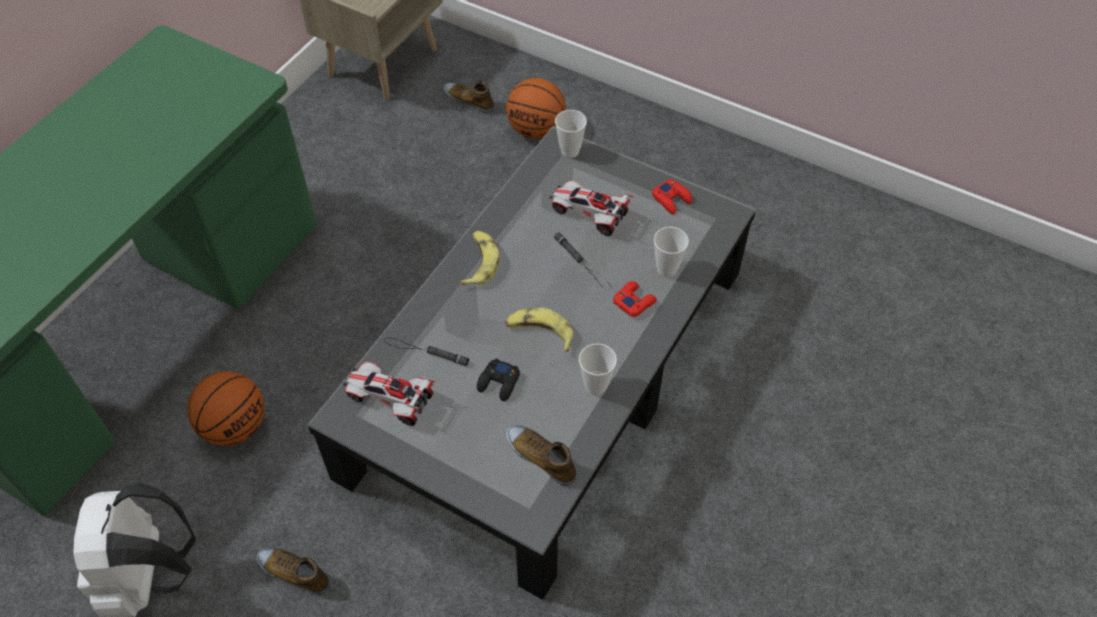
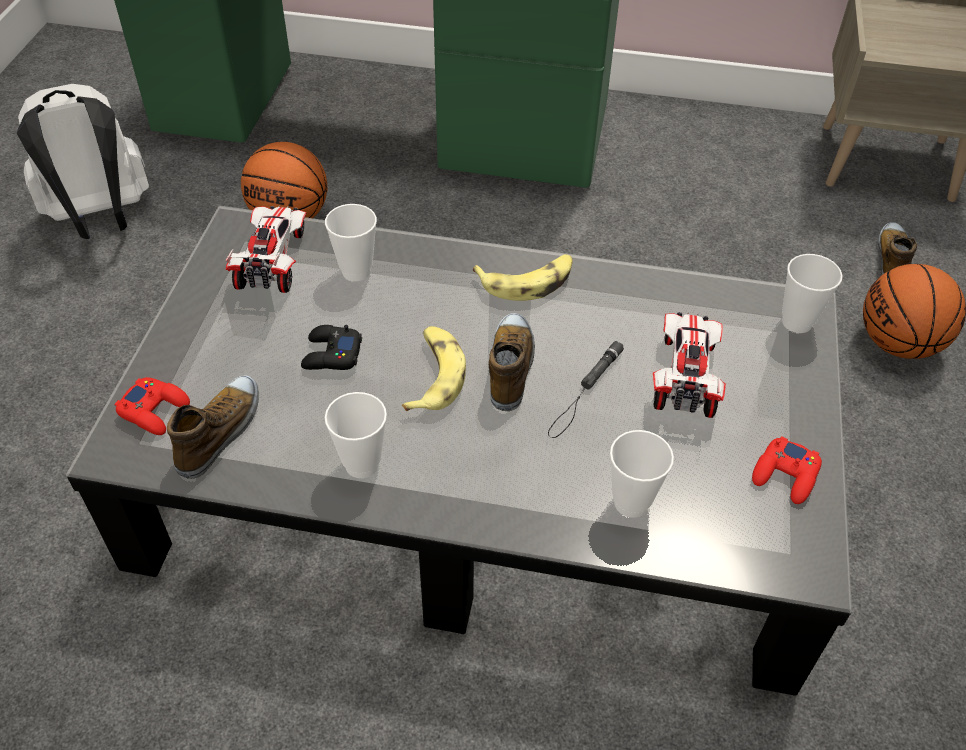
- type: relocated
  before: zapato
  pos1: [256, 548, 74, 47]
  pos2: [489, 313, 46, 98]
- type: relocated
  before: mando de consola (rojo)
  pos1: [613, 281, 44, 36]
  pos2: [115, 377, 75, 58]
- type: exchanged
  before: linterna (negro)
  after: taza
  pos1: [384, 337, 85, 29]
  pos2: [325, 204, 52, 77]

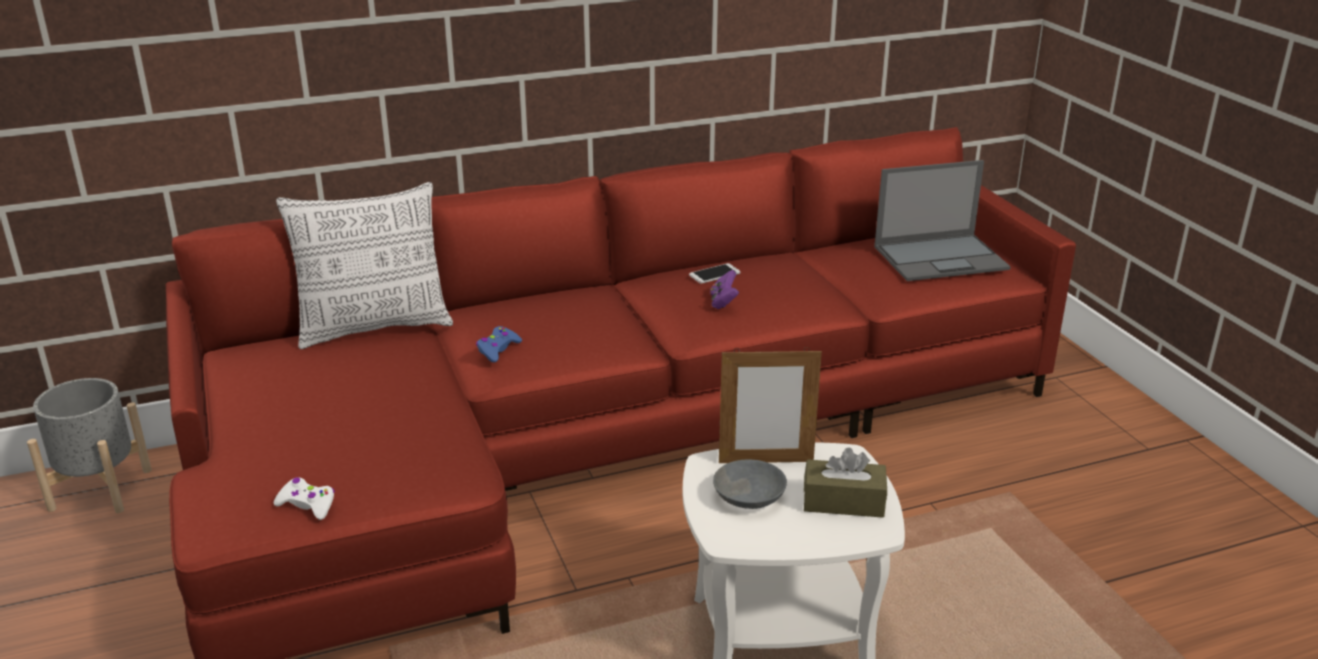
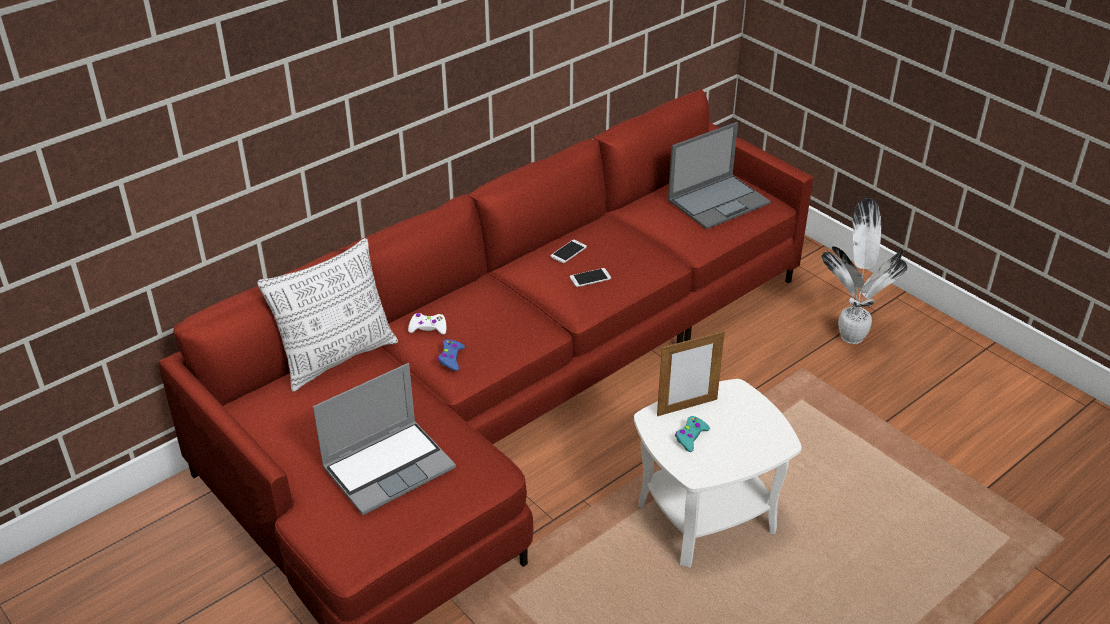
- type: missing
  before: maceta (gris)
  pos1: [27, 378, 125, 135]
- type: missing
  before: caja de pañuelos (marrón)
  pos1: [804, 448, 83, 70]
- type: appeared
  after: portátil
  pos2: [313, 363, 143, 152]
- type: appeared
  after: planta en maceta
  pos2: [821, 198, 86, 146]
- type: relocated
  before: mando de consola (blanco)
  pos1: [274, 477, 61, 43]
  pos2: [408, 313, 38, 22]
- type: exchanged
  before: mando de consola (morado)
  after: móvil
  pos1: [710, 270, 29, 39]
  pos2: [570, 268, 41, 19]
- type: exchanged
  before: cuenco (gris)
  after: mando de consola (turquesa)
  pos1: [713, 459, 74, 50]
  pos2: [675, 416, 35, 36]

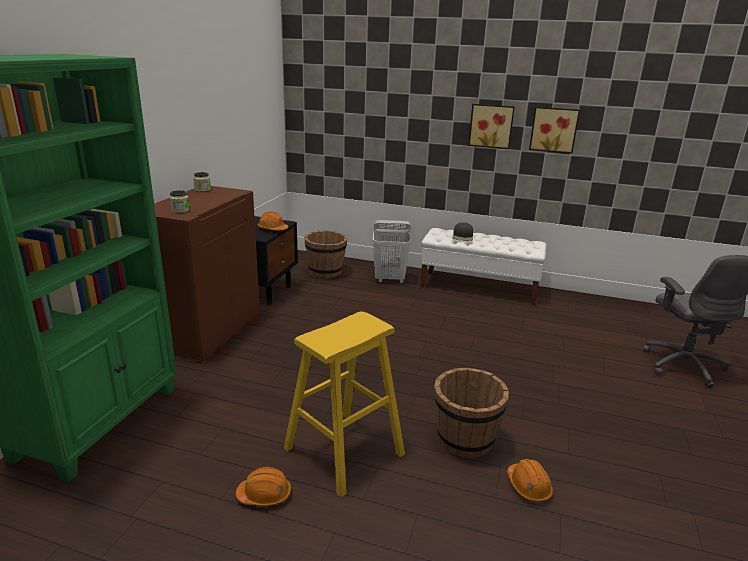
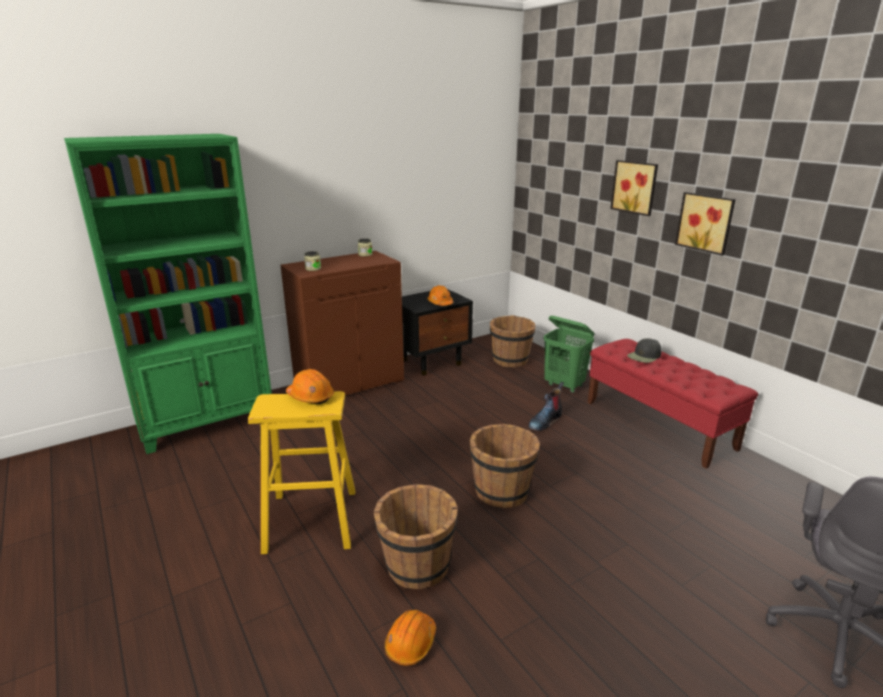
- type: appeared
  after: cubo (marrón)
  pos2: [470, 424, 70, 84]
- type: appeared
  after: bota
  pos2: [529, 382, 35, 49]
- type: relocated
  before: casco (naranja)
  pos1: [236, 467, 55, 39]
  pos2: [286, 369, 48, 36]
- type: relocated
  before: cuadro
  pos1: [529, 107, 51, 47]
  pos2: [610, 160, 48, 56]
- type: colour
  before: cesto de la ropa (blanco)
  after: cesto de la ropa (verde)
  pos1: [373, 220, 38, 63]
  pos2: [543, 316, 52, 77]
- type: colour
  before: banco (blanco)
  after: banco (rojo)
  pos1: [420, 228, 126, 77]
  pos2: [588, 339, 170, 130]

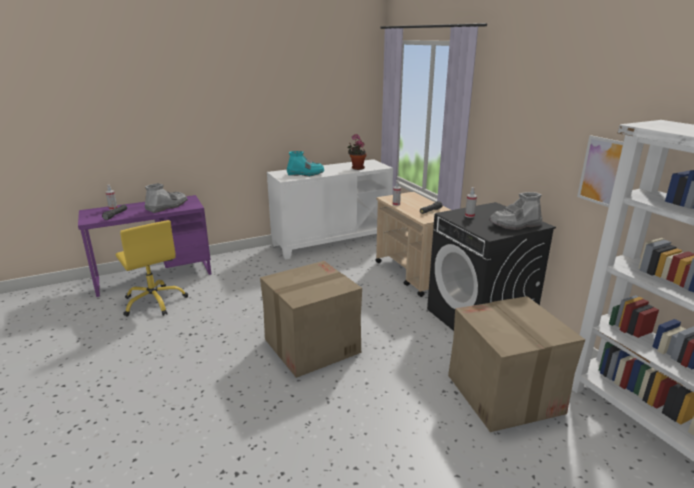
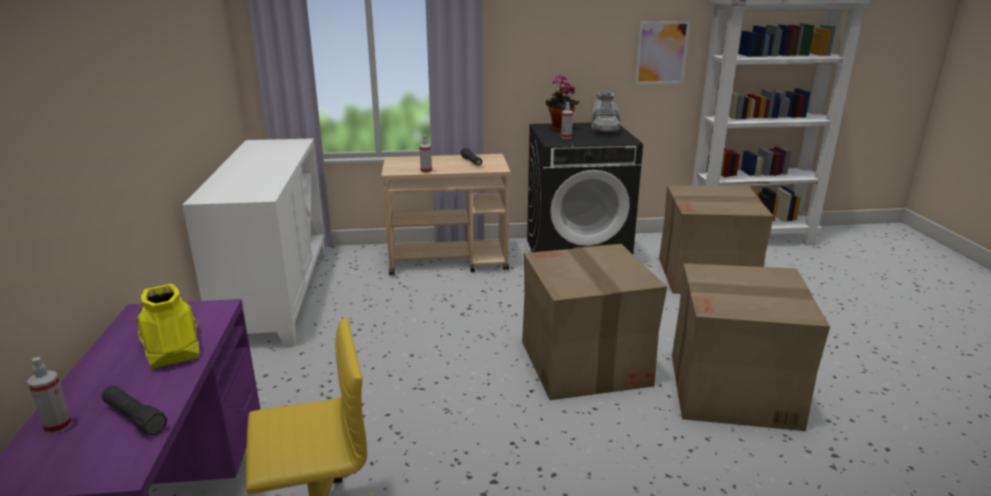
- type: missing
  before: bota (turquesa)
  pos1: [287, 151, 37, 25]
- type: appeared
  after: caja de cartón
  pos2: [672, 263, 158, 168]
- type: relocated
  before: planta en maceta
  pos1: [347, 134, 20, 36]
  pos2: [546, 75, 34, 57]
- type: colour
  before: bota (gris)
  after: bota (amarillo)
  pos1: [144, 183, 44, 30]
  pos2: [135, 284, 64, 86]

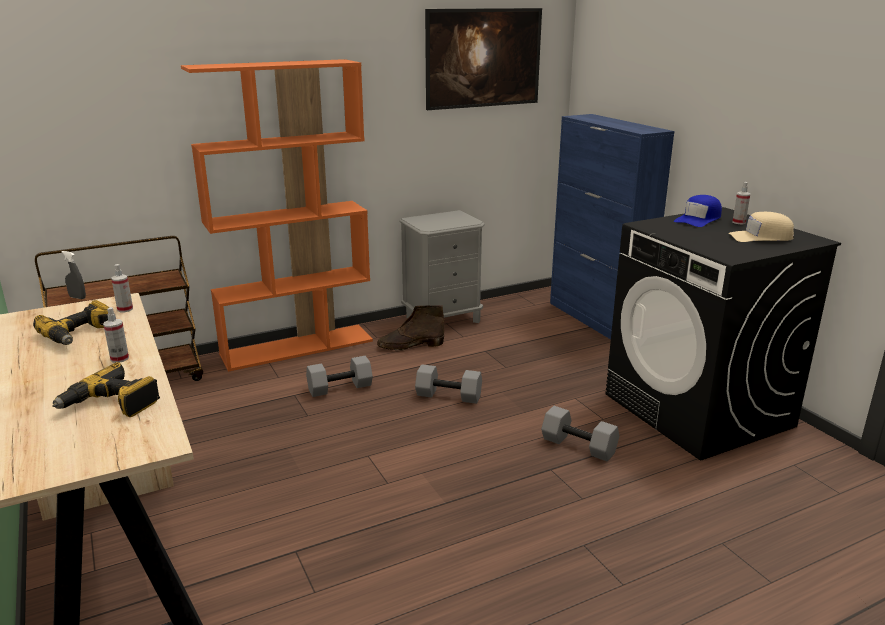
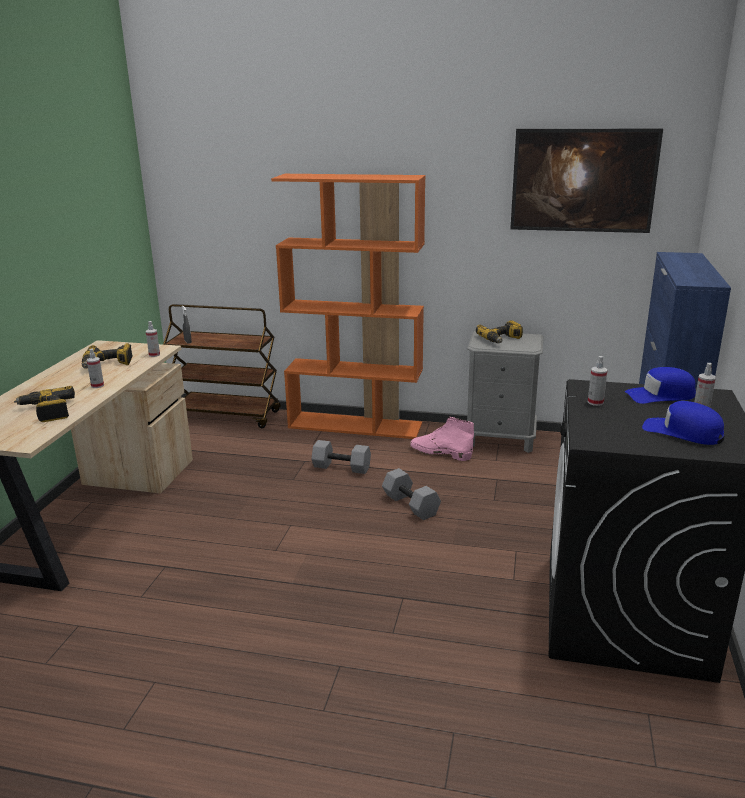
- type: missing
  before: mancuerna (gris)
  pos1: [541, 406, 78, 55]
- type: appeared
  after: taladro
  pos2: [476, 320, 47, 23]
- type: appeared
  after: pulverizador
  pos2: [588, 356, 19, 50]
- type: colour
  before: bota (marrón)
  after: bota (rosa)
  pos1: [377, 305, 67, 45]
  pos2: [410, 417, 64, 44]
- type: colour
  before: gorra (beis)
  after: gorra (azul)
  pos1: [728, 212, 66, 30]
  pos2: [642, 401, 83, 44]

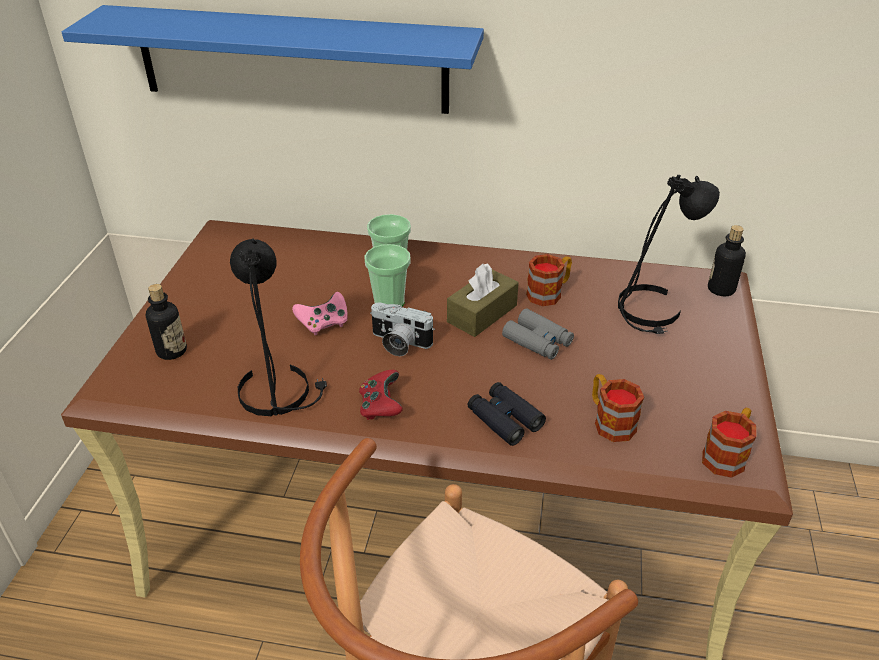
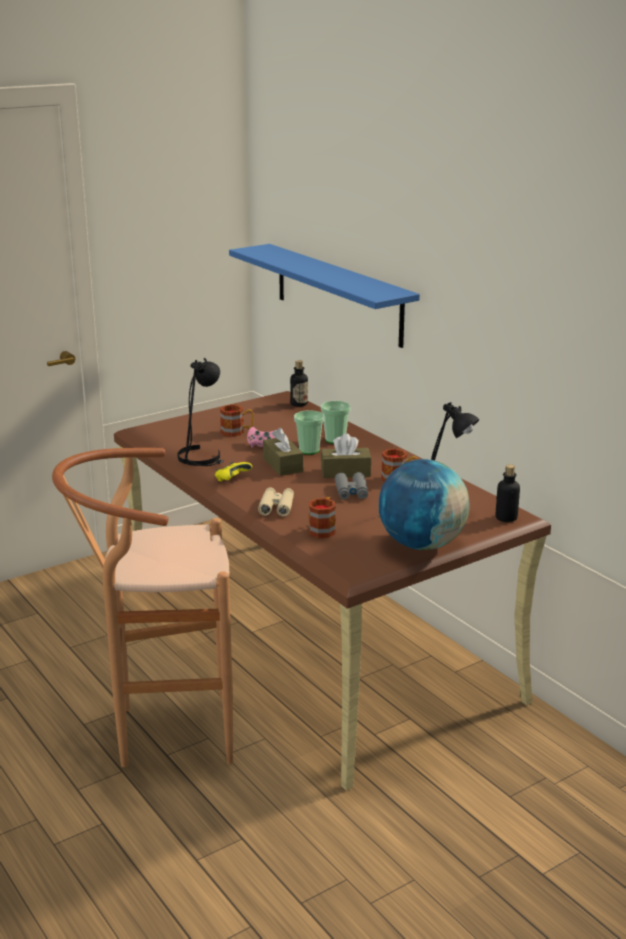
- type: appeared
  after: globo terráqueo
  pos2: [379, 459, 90, 91]
- type: relocated
  before: botella
  pos1: [146, 284, 41, 76]
  pos2: [290, 360, 18, 47]
- type: relocated
  before: taza grande
  pos1: [702, 408, 54, 70]
  pos2: [220, 404, 34, 33]
- type: exchanged
  before: cámara
  after: caja de pañuelos (marrón)
  pos1: [370, 302, 65, 54]
  pos2: [263, 428, 40, 48]
- type: colour
  before: mando de consola (rojo)
  after: mando de consola (amarillo)
  pos1: [359, 370, 44, 50]
  pos2: [215, 462, 37, 20]
- type: colour
  before: prismáticos (negro)
  after: prismáticos (beis)
  pos1: [468, 382, 78, 64]
  pos2: [258, 487, 36, 30]

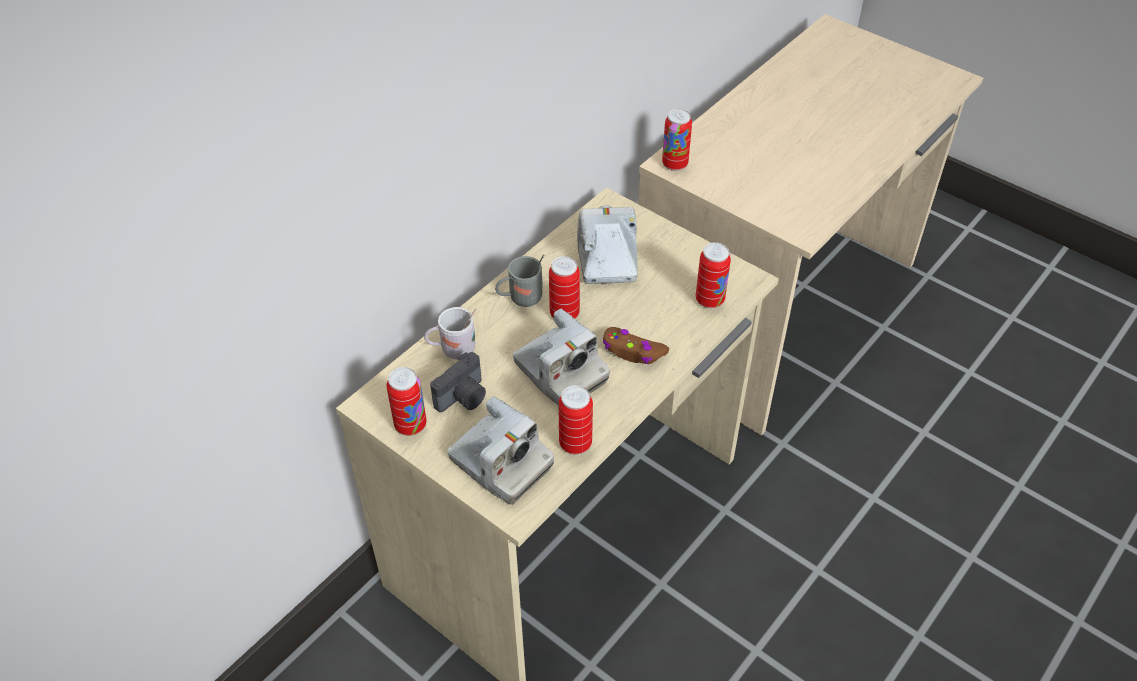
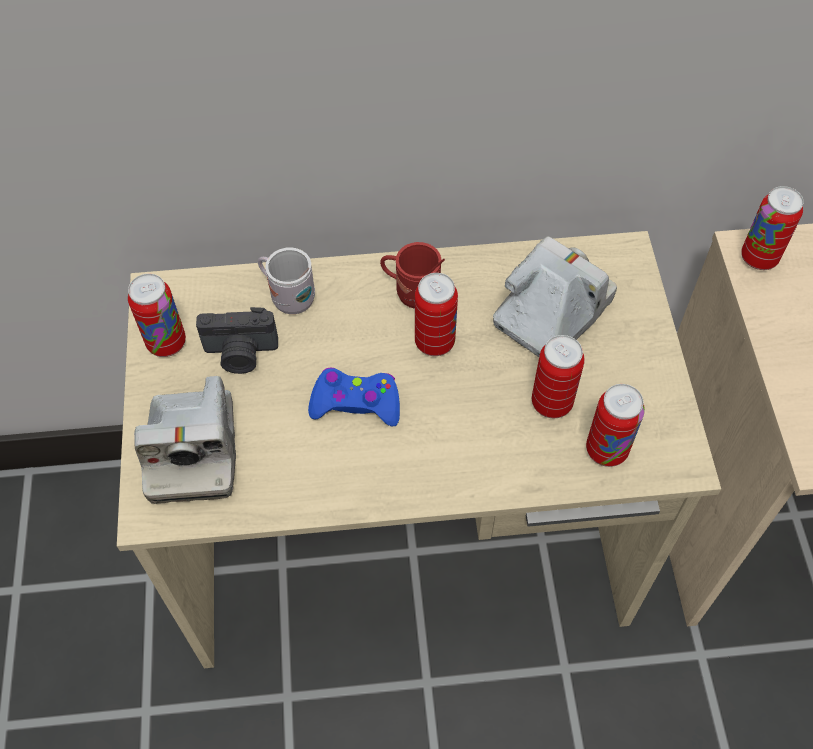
- type: missing
  before: mando de consola (marrón)
  pos1: [603, 327, 66, 37]
- type: relocated
  before: lata
  pos1: [558, 385, 35, 69]
  pos2: [532, 335, 53, 83]
- type: exchanged
  before: cámara
  after: mando de consola (azul)
  pos1: [513, 309, 97, 96]
  pos2: [308, 368, 92, 58]
- type: colour
  before: taza grande (gris)
  after: taza grande (rojo)
  pos1: [495, 254, 49, 53]
  pos2: [380, 242, 65, 67]

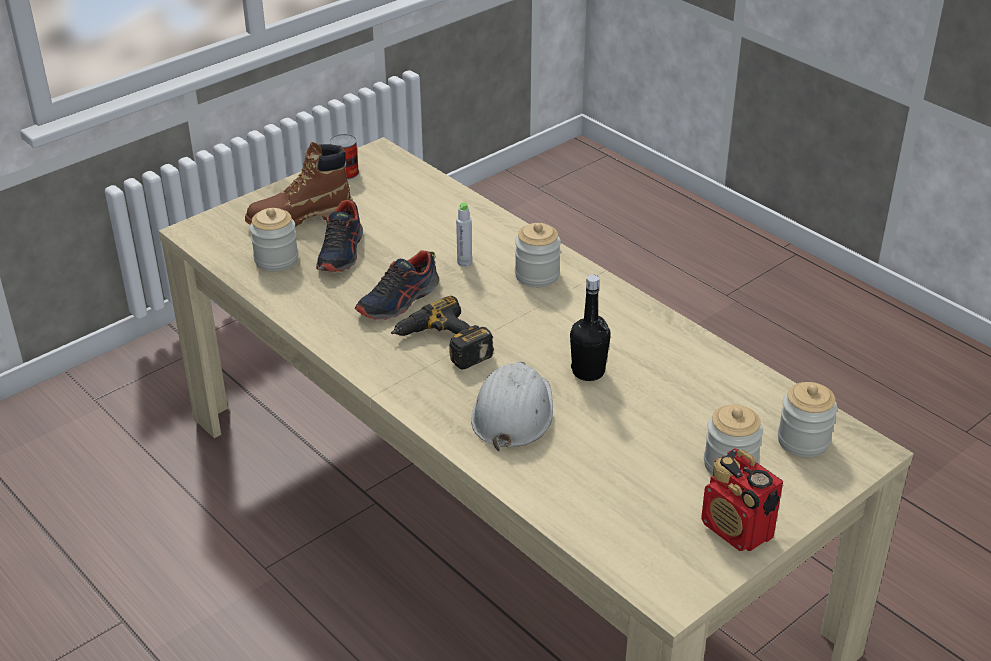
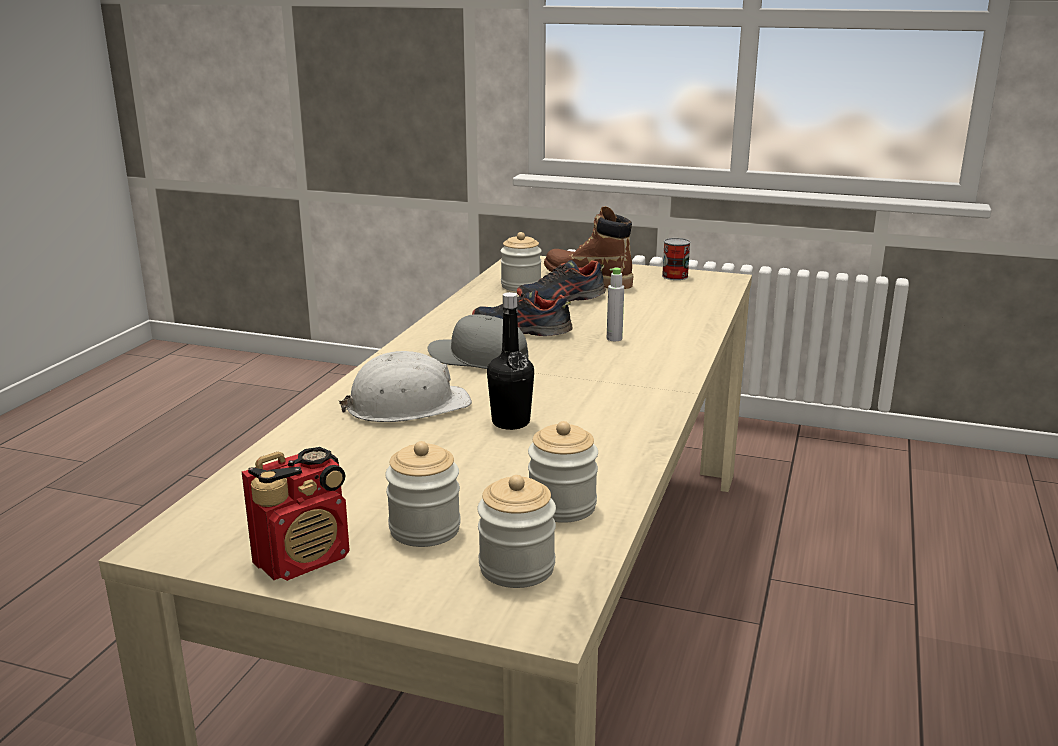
- type: relocated
  before: tarro
  pos1: [515, 223, 46, 64]
  pos2: [528, 421, 70, 102]
- type: exchanged
  before: taladro
  after: gorra (gris)
  pos1: [391, 296, 103, 74]
  pos2: [427, 314, 102, 55]
- type: spun
  before: radio
  pos1: [701, 448, 82, 103]
  pos2: [242, 447, 108, 134]
  turn: -150

